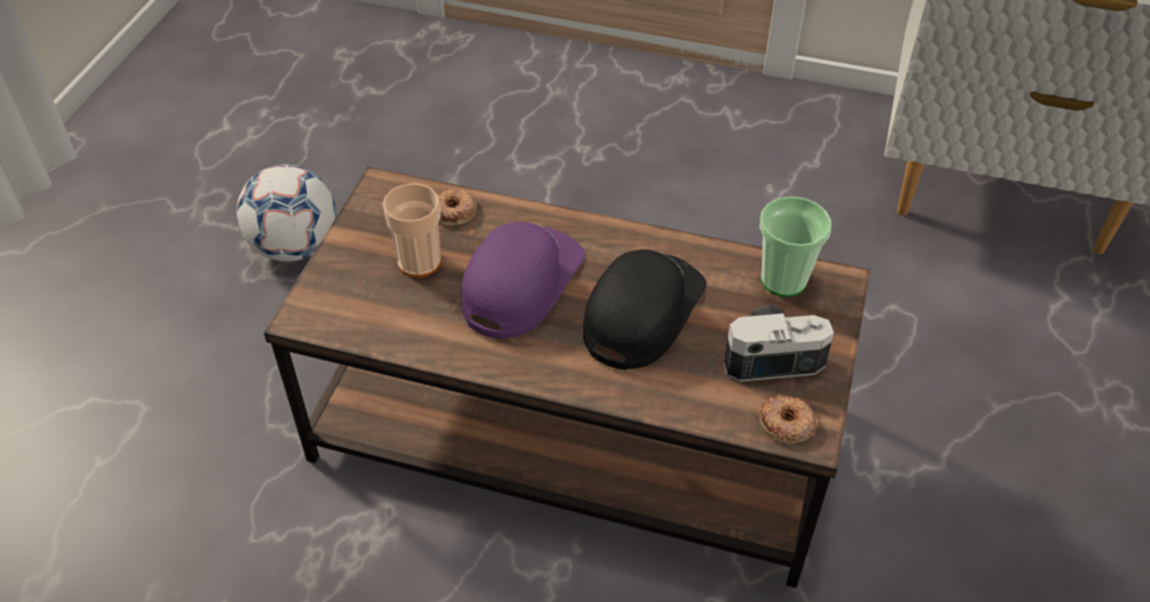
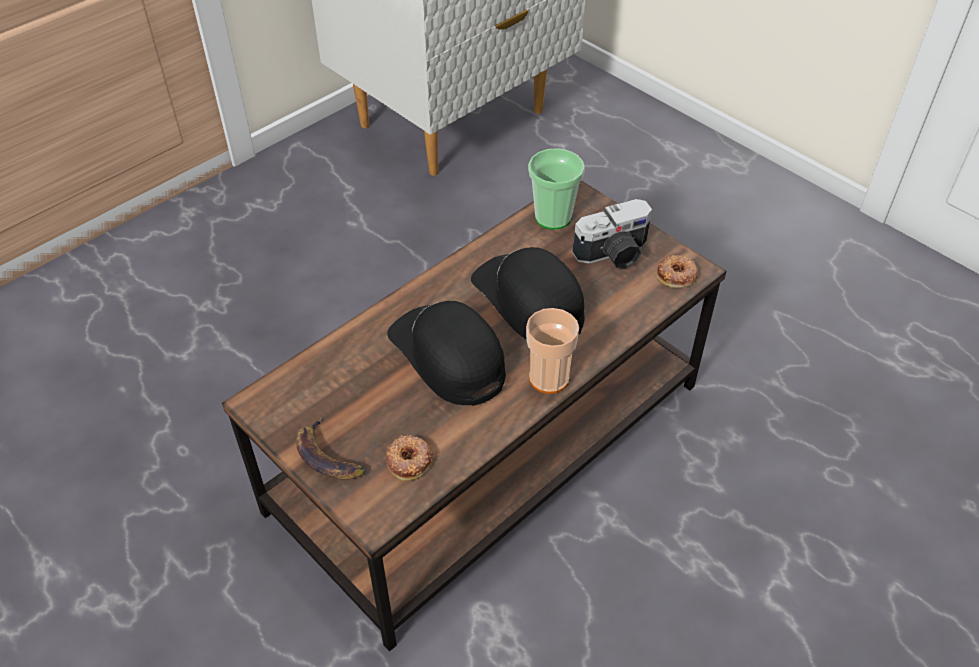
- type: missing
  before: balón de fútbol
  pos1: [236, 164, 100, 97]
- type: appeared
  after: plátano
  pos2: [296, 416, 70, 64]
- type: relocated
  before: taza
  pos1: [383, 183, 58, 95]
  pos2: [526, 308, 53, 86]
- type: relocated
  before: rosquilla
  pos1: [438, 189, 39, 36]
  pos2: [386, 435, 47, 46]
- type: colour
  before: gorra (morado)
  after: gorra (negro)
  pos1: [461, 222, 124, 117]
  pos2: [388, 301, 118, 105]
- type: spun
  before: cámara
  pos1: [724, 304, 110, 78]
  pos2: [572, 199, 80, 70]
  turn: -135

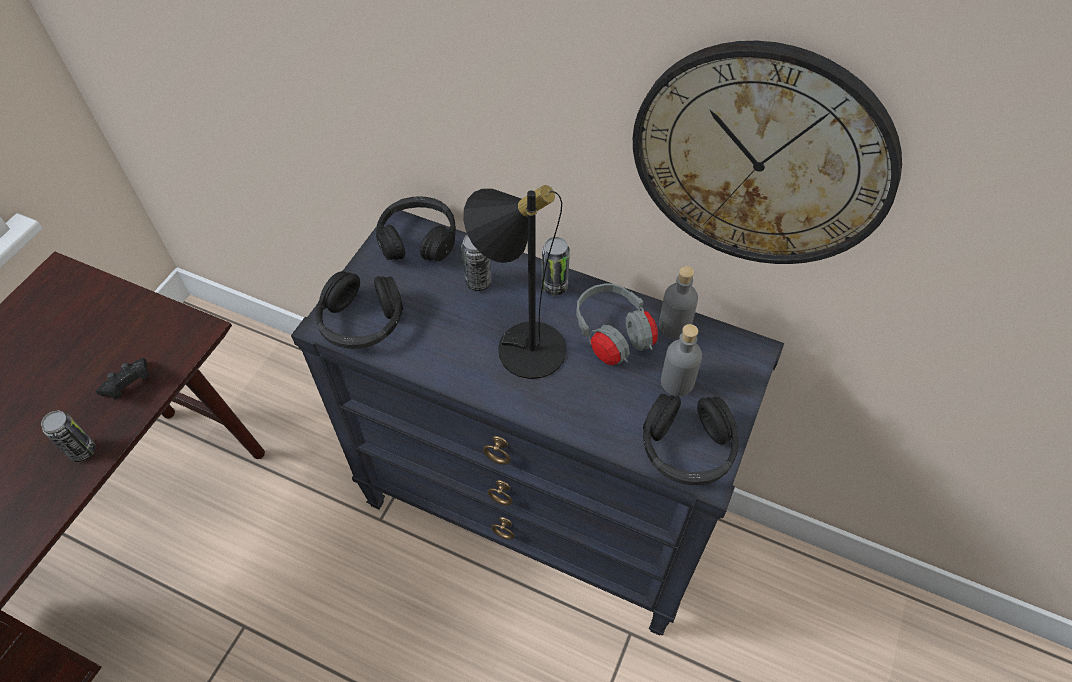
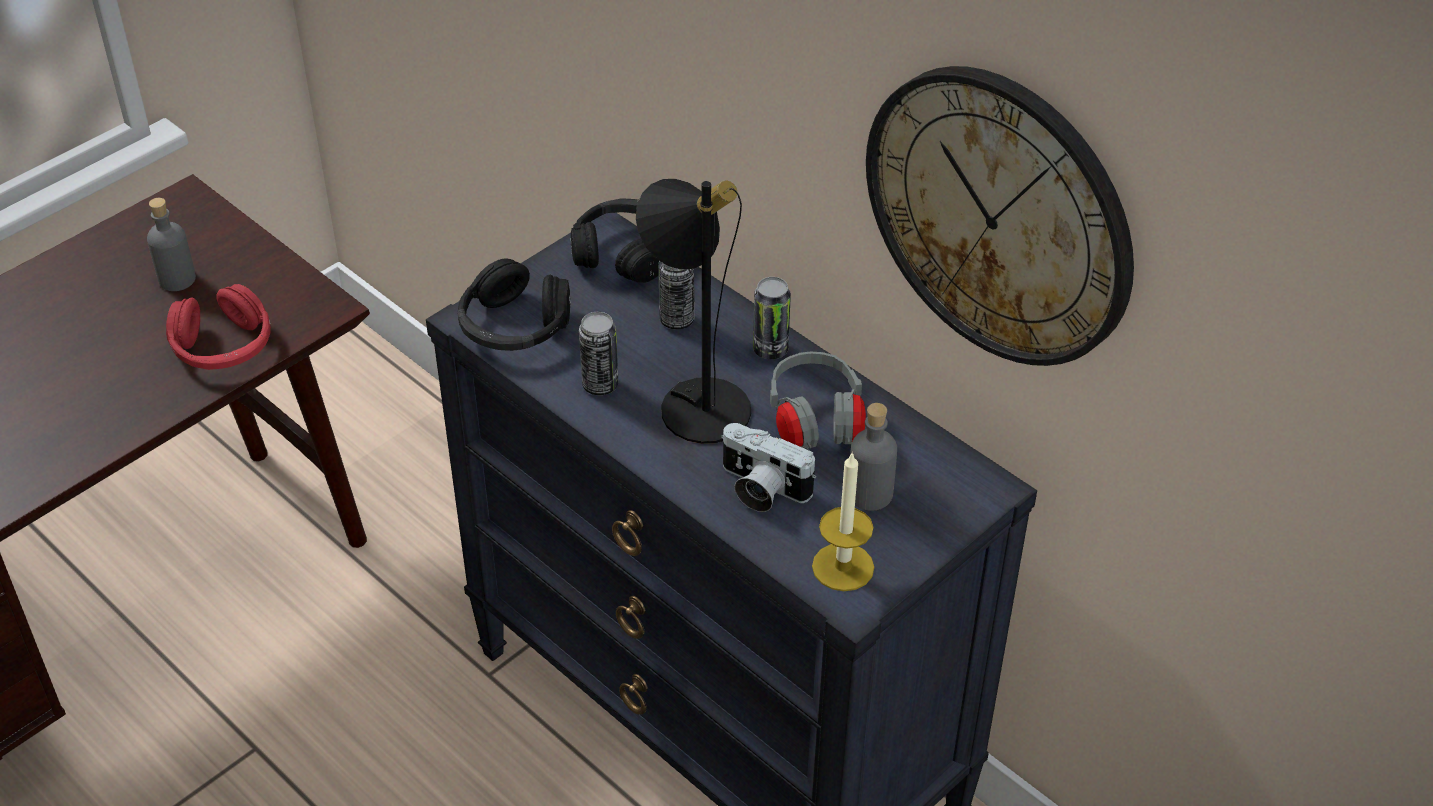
- type: appeared
  after: cámara
  pos2: [721, 423, 95, 89]
- type: relocated
  before: lata
  pos1: [41, 411, 55, 51]
  pos2: [579, 312, 39, 83]
- type: relocated
  before: botella (gris)
  pos1: [659, 266, 39, 73]
  pos2: [147, 198, 49, 93]
- type: exchanged
  before: mando de consola (negro)
  after: auriculares (rojo)
  pos1: [96, 358, 54, 41]
  pos2: [166, 284, 105, 86]
- type: exchanged
  before: auriculares (negro)
  after: vela
  pos1: [643, 394, 96, 91]
  pos2: [812, 452, 62, 139]

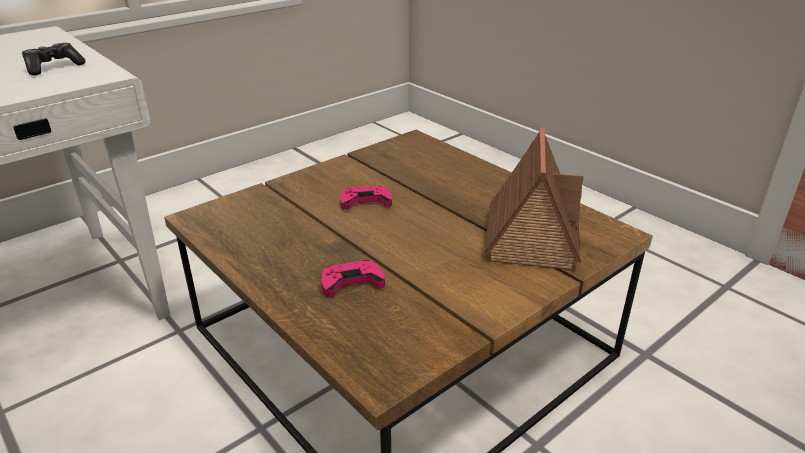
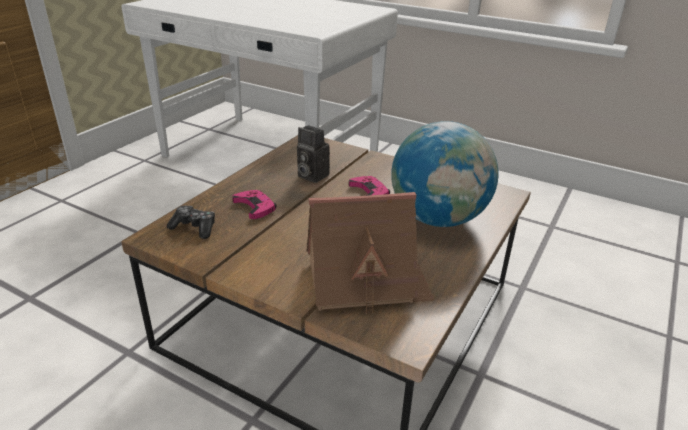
- type: appeared
  after: cámara
  pos2: [297, 125, 33, 58]
- type: appeared
  after: globo terráqueo
  pos2: [391, 121, 108, 106]
- type: relocated
  before: mando de consola
  pos1: [22, 43, 64, 32]
  pos2: [167, 206, 48, 33]

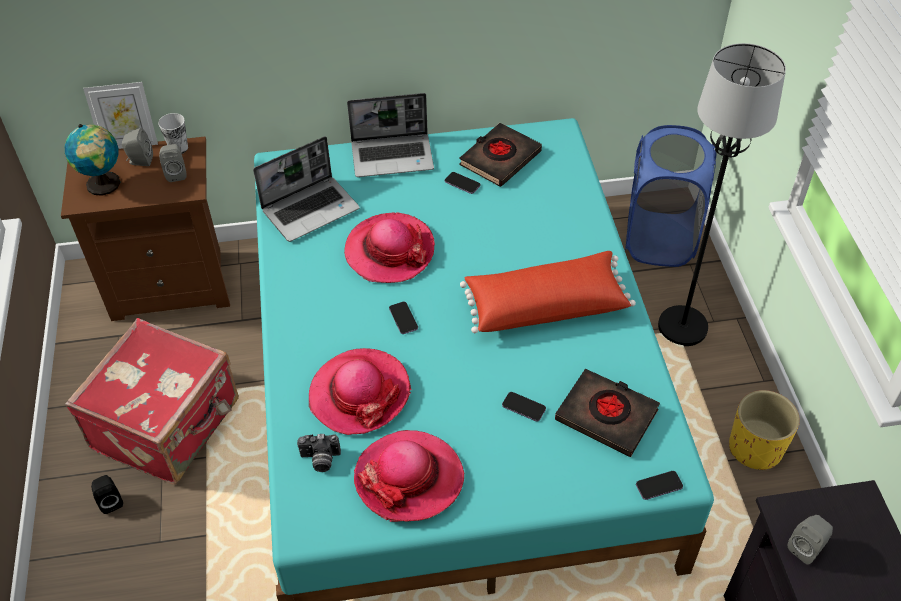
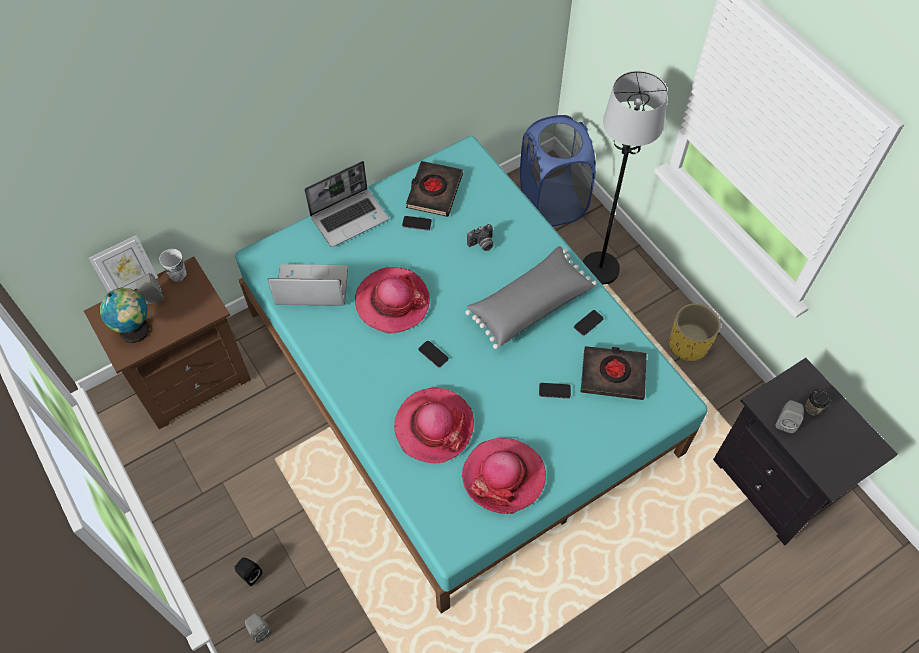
- type: missing
  before: maleta (rojo)
  pos1: [65, 318, 174, 167]
- type: appeared
  after: taza
  pos2: [805, 389, 25, 26]
- type: relocated
  before: altavoz (gris)
  pos1: [159, 144, 28, 38]
  pos2: [245, 613, 27, 30]
- type: relocated
  before: cámara
  pos1: [297, 434, 44, 38]
  pos2: [467, 224, 26, 27]
- type: relocated
  before: móvil
  pos1: [636, 471, 47, 29]
  pos2: [574, 310, 30, 26]
- type: colour
  before: cojín (rojo)
  after: cojín (gris)
  pos1: [460, 251, 176, 82]
  pos2: [465, 246, 132, 103]
- type: spun
  before: portátil
  pos1: [253, 136, 107, 106]
  pos2: [268, 264, 80, 42]
  turn: -120

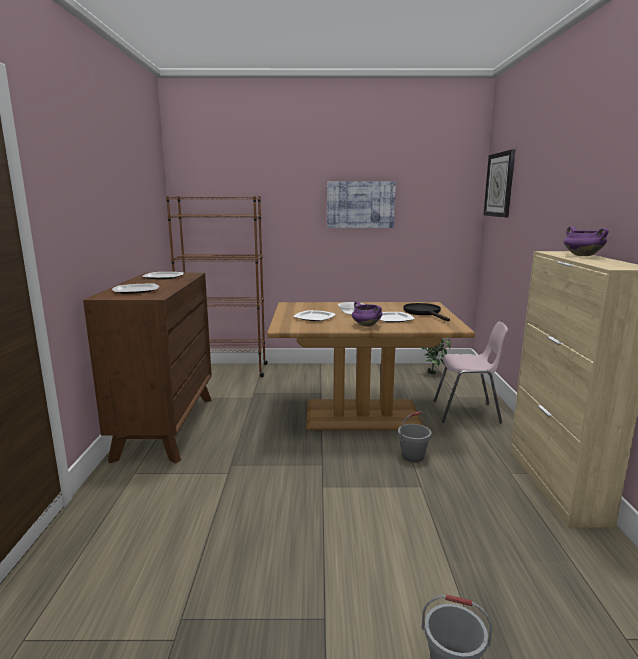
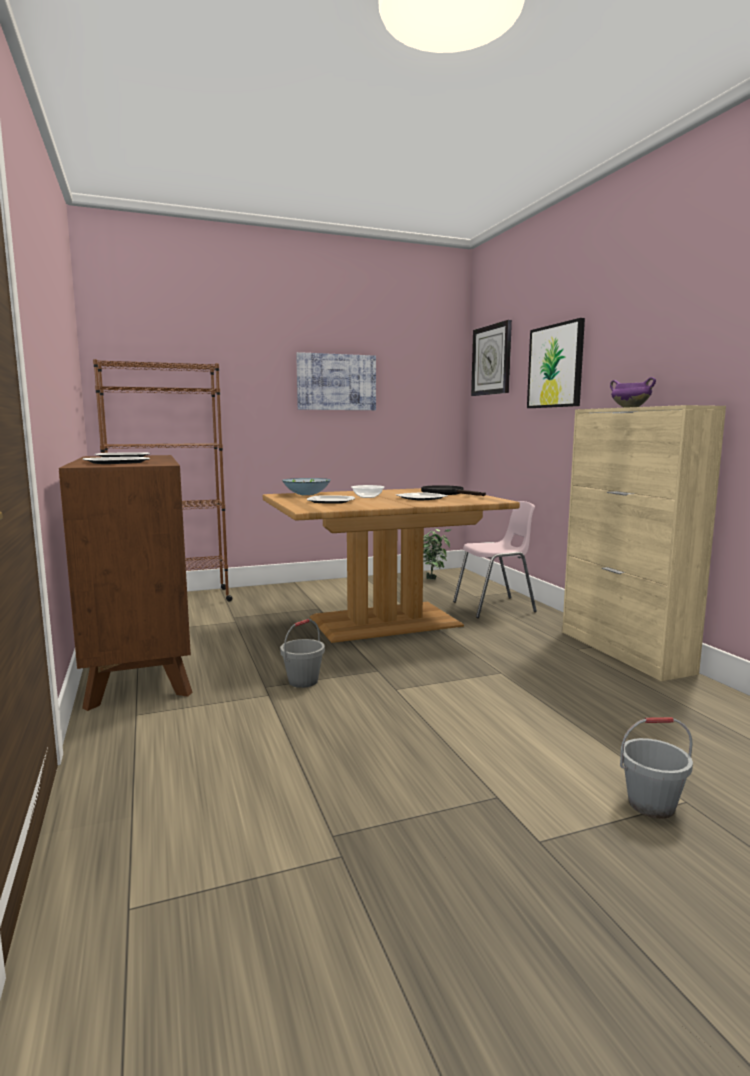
- type: missing
  before: olla (morado)
  pos1: [352, 301, 30, 26]
- type: appeared
  after: cuenco
  pos2: [282, 478, 49, 18]
- type: appeared
  after: cuadro
  pos2: [527, 318, 58, 90]
- type: relocated
  before: cubo (gris)
  pos1: [398, 411, 34, 51]
  pos2: [280, 619, 45, 69]

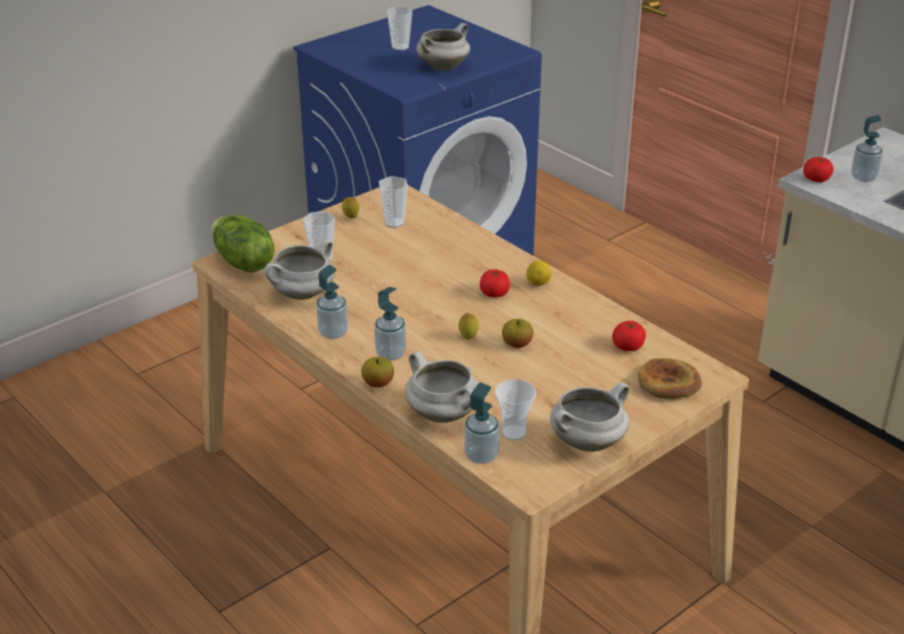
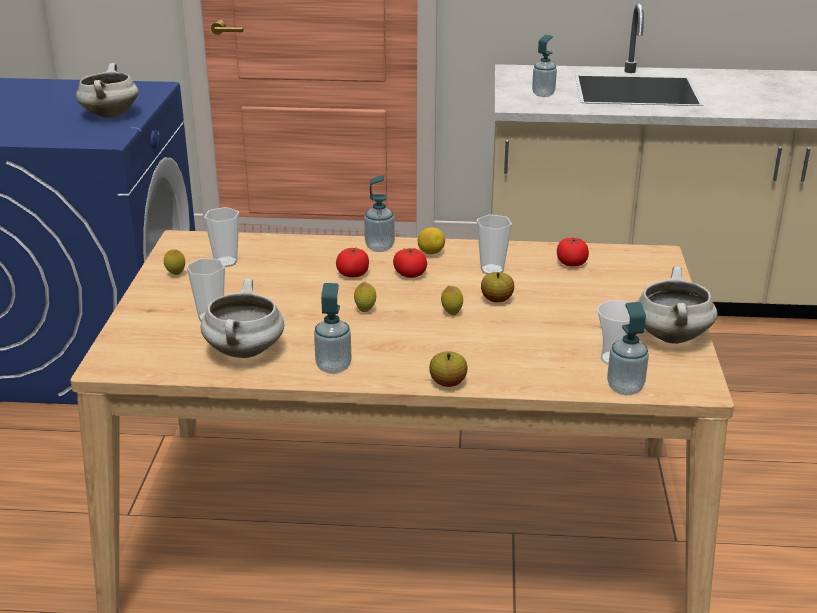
- type: missing
  before: lechuga
  pos1: [211, 215, 63, 58]
- type: missing
  before: olla (blanco)
  pos1: [405, 351, 73, 72]
- type: missing
  before: pan
  pos1: [638, 358, 64, 41]
- type: appeared
  after: limón
  pos2: [354, 282, 22, 30]
- type: relocated
  before: dispensador de jabón
  pos1: [374, 287, 32, 74]
  pos2: [364, 175, 31, 77]
- type: relocated
  before: taza
  pos1: [387, 6, 25, 45]
  pos2: [477, 214, 35, 60]
- type: relocated
  before: tomate
  pos1: [803, 157, 31, 25]
  pos2: [336, 248, 33, 29]

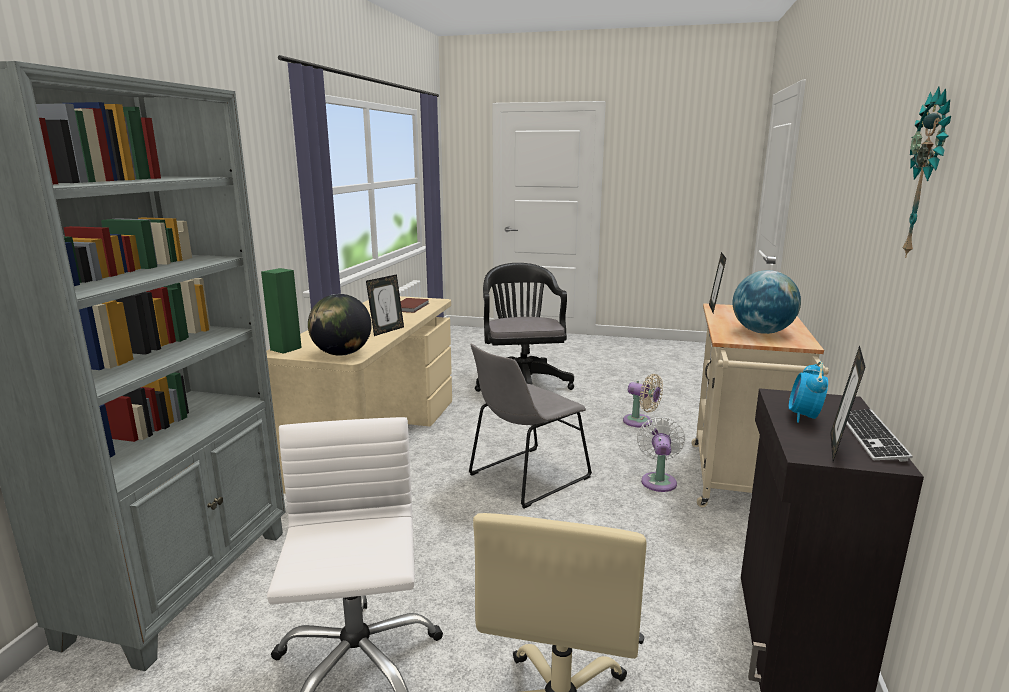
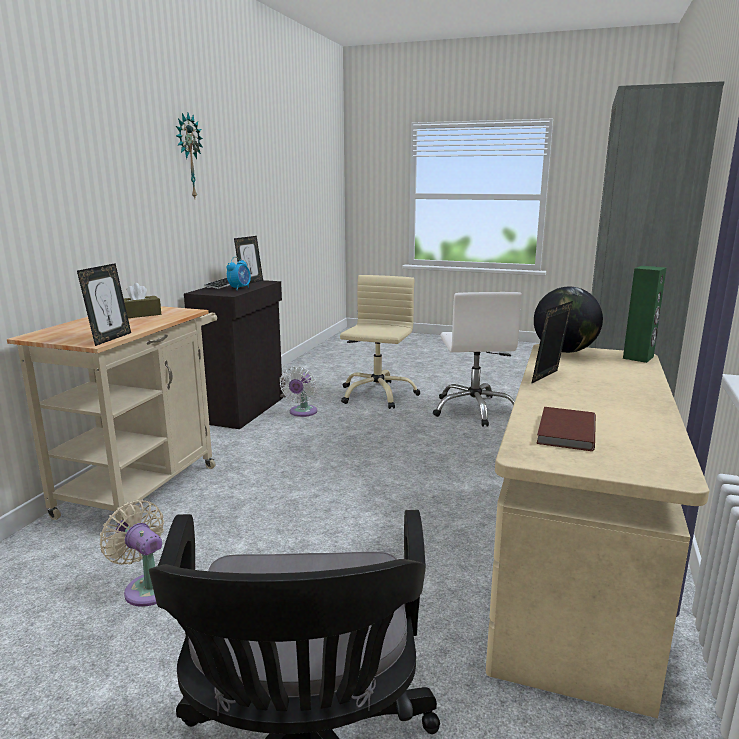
- type: missing
  before: silla (gris)
  pos1: [469, 344, 123, 165]
- type: relocated
  before: ventilador (blanco)
  pos1: [637, 417, 48, 75]
  pos2: [280, 366, 37, 51]
- type: exchanged
  before: globo terráqueo
  after: caja de pañuelos (marrón)
  pos1: [733, 270, 68, 64]
  pos2: [124, 283, 37, 35]

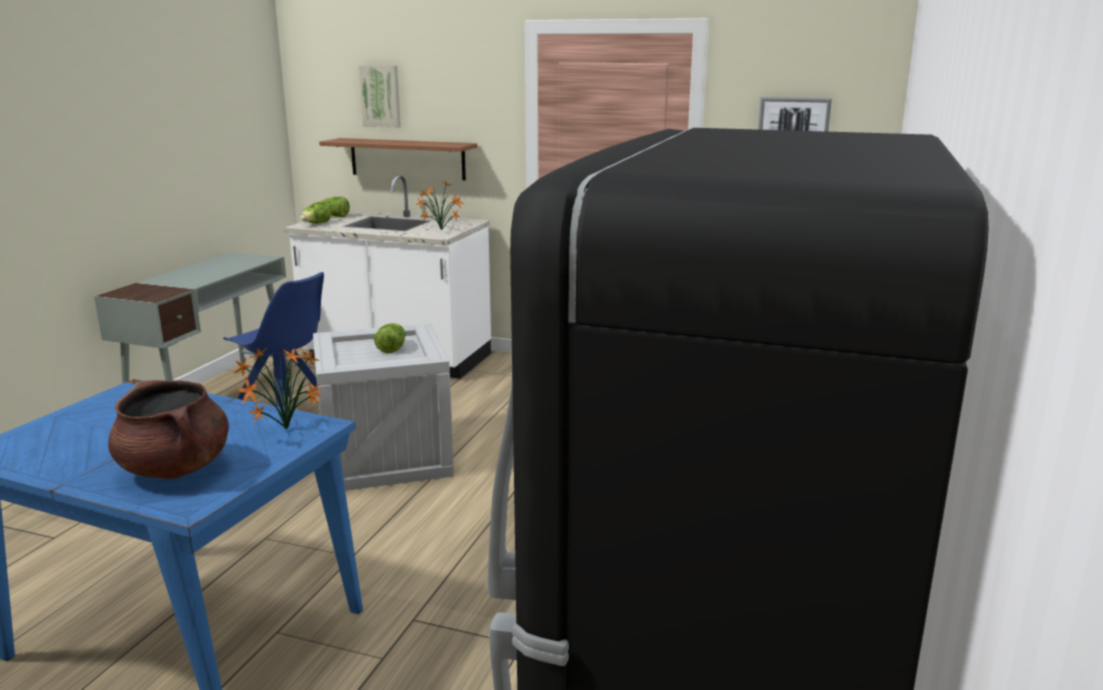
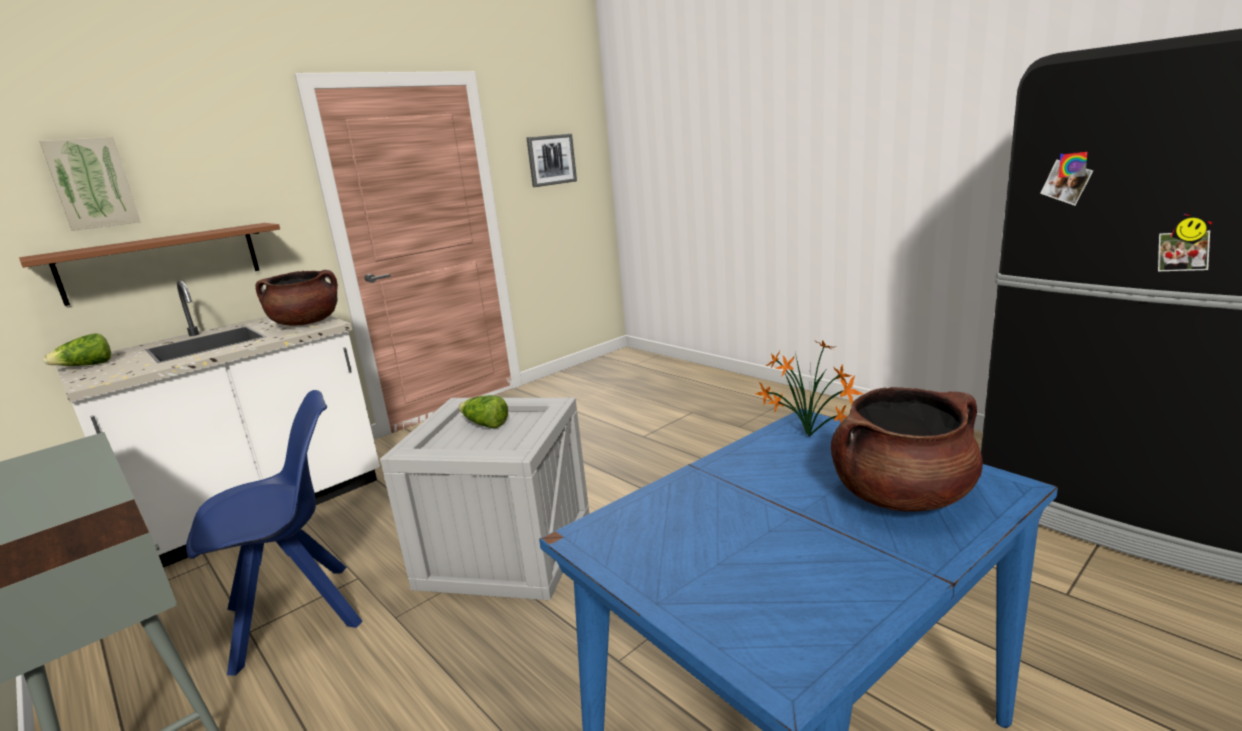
- type: missing
  before: lechuga
  pos1: [300, 202, 31, 21]
- type: exchanged
  before: planta en maceta
  after: olla (marrón)
  pos1: [417, 181, 48, 49]
  pos2: [256, 270, 82, 56]

